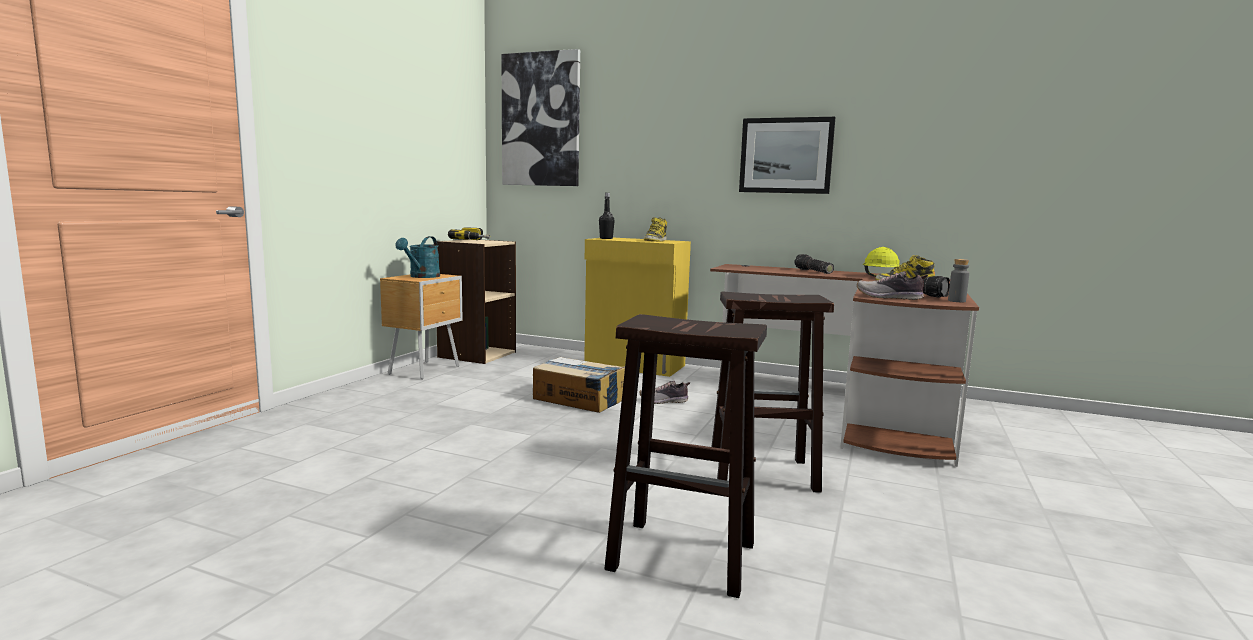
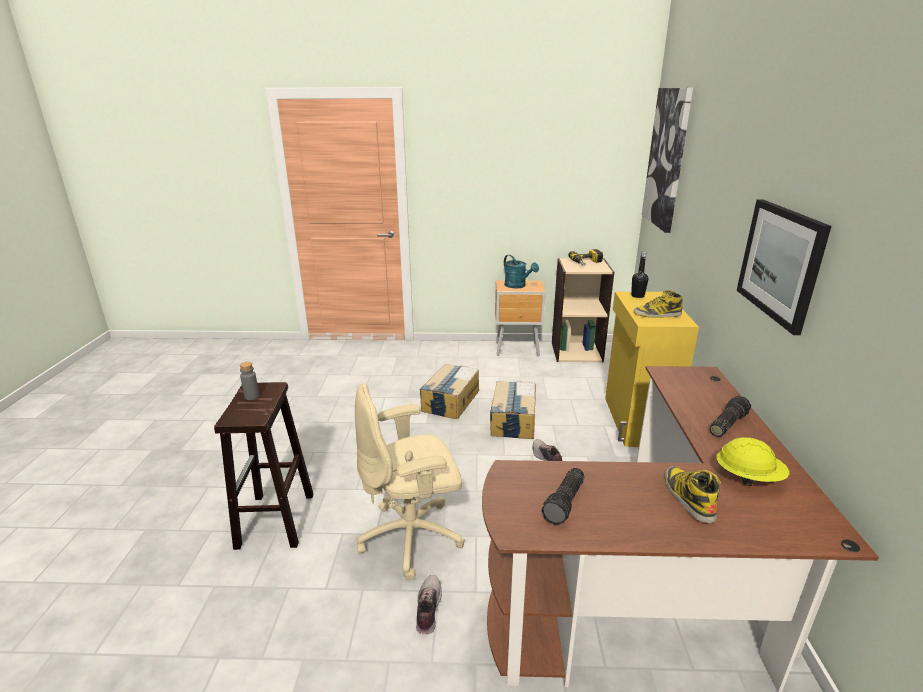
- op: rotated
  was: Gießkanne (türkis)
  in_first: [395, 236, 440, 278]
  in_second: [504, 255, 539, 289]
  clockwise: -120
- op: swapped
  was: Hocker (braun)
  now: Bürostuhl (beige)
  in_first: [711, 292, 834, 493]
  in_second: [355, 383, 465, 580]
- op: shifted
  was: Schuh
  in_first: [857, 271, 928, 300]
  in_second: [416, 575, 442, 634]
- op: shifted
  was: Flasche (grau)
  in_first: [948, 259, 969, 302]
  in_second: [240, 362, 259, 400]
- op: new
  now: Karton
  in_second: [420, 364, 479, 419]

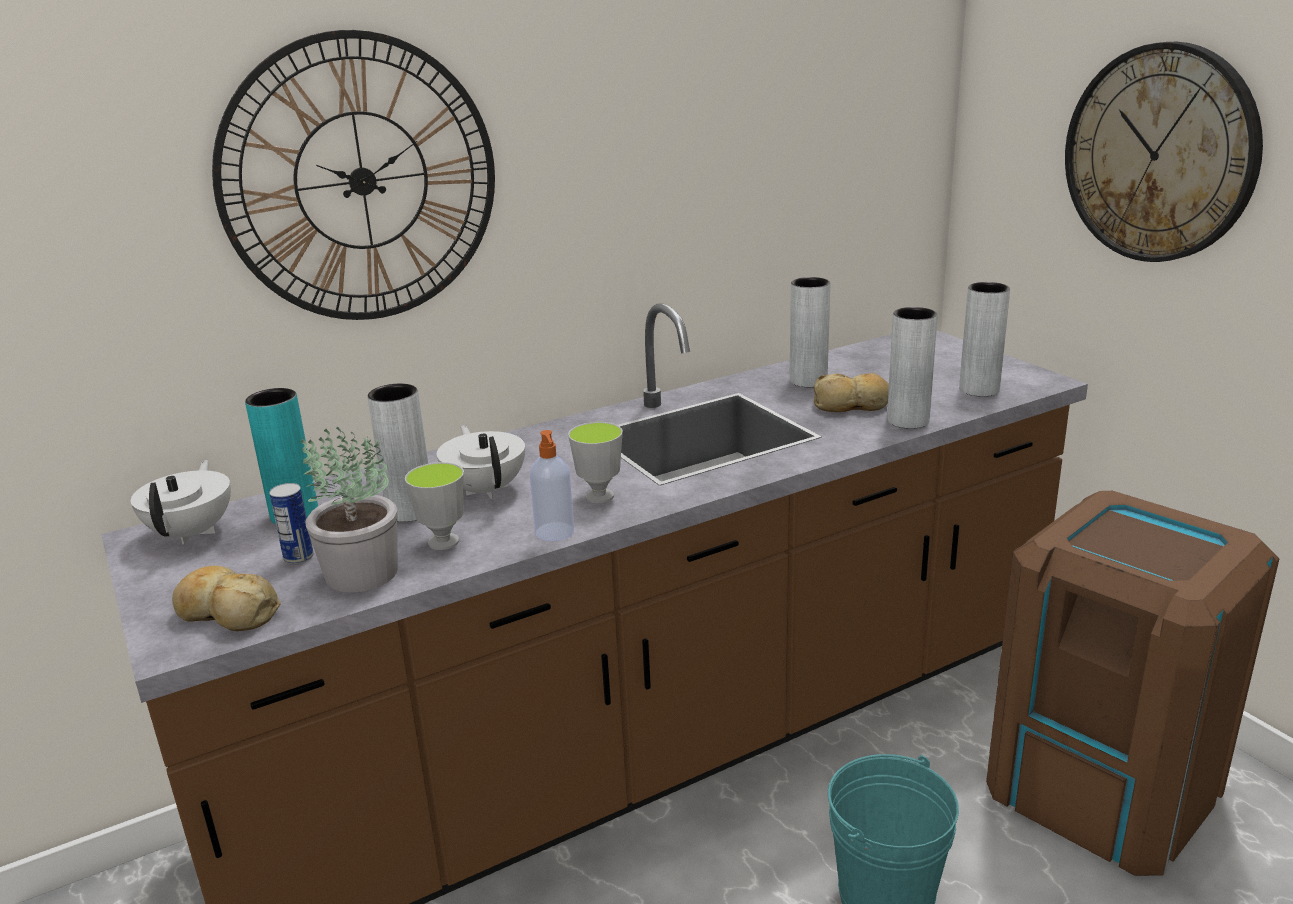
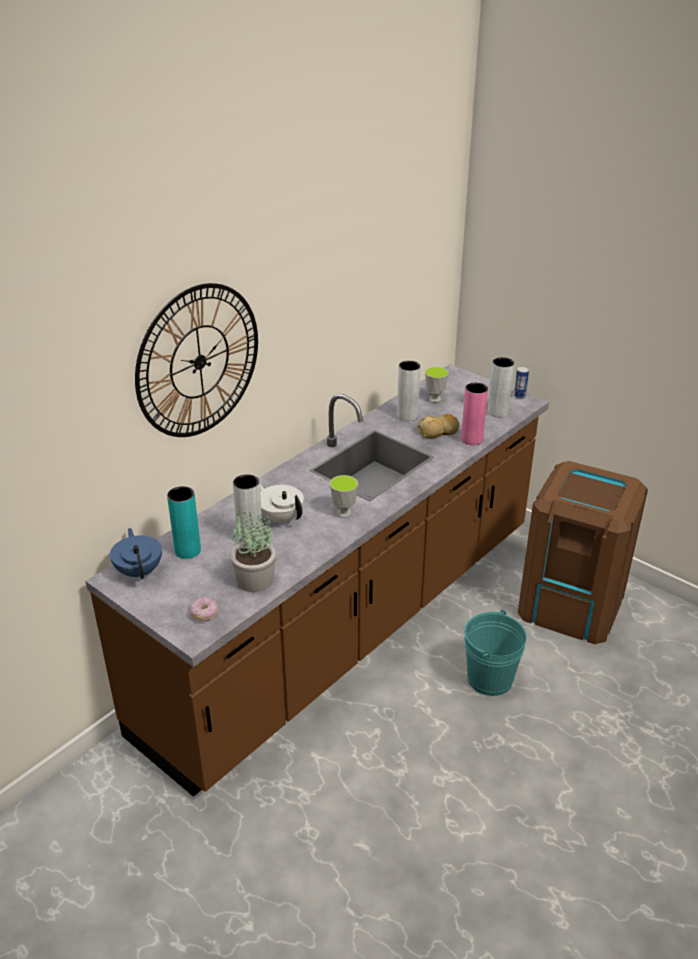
- op: repainted
  was: Teekanne (weiß)
  now: Teekanne (blau)
  in_first: [131, 460, 231, 544]
  in_second: [110, 528, 162, 579]
- op: swapped
  was: Brot
  now: Donut
  in_first: [172, 566, 281, 631]
  in_second: [190, 597, 218, 621]
- op: shifted
  was: Dose
  in_first: [269, 483, 314, 564]
  in_second: [514, 367, 529, 399]
- op: shifted
  was: Tasse
  in_first: [405, 462, 464, 550]
  in_second: [425, 367, 449, 403]
- op: gone
  was: Seifenspender
  in_first: [530, 430, 574, 541]
- op: repainted
  was: Vase (grau)
  now: Vase (rosa)
  in_first: [887, 307, 938, 429]
  in_second: [461, 383, 488, 445]
- op: gone
  was: Wanduhr
  in_first: [1065, 42, 1263, 262]

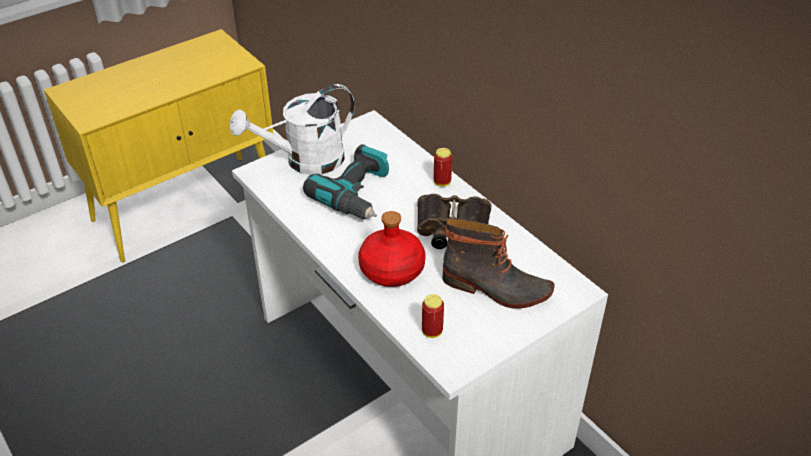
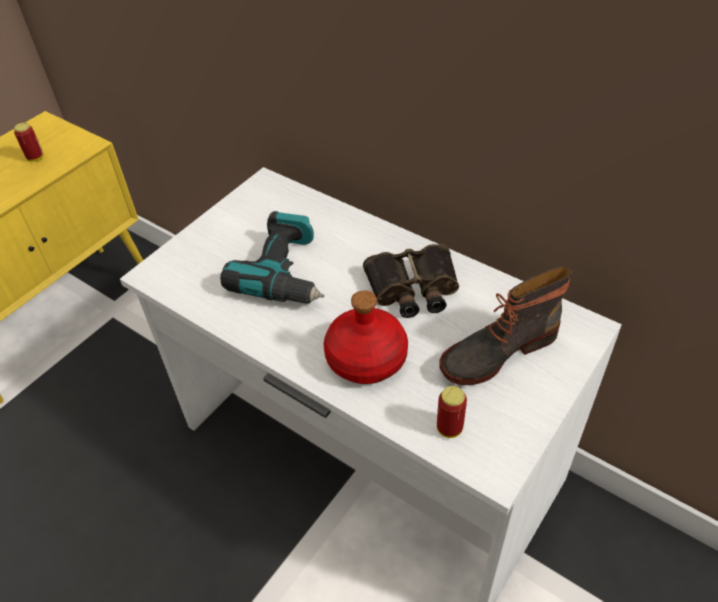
- op: gone
  was: Gießkanne (weiß)
  in_first: [230, 84, 355, 175]
- op: shifted
  was: Dose
  in_first: [434, 148, 452, 186]
  in_second: [14, 123, 44, 162]
- op: rotated
  was: Stiefel
  in_first: [442, 218, 555, 309]
  in_second: [439, 266, 572, 385]
  clockwise: 150

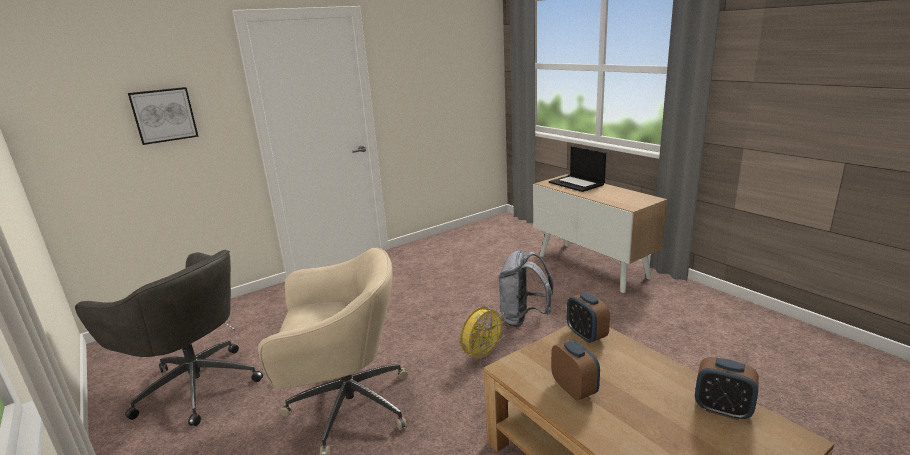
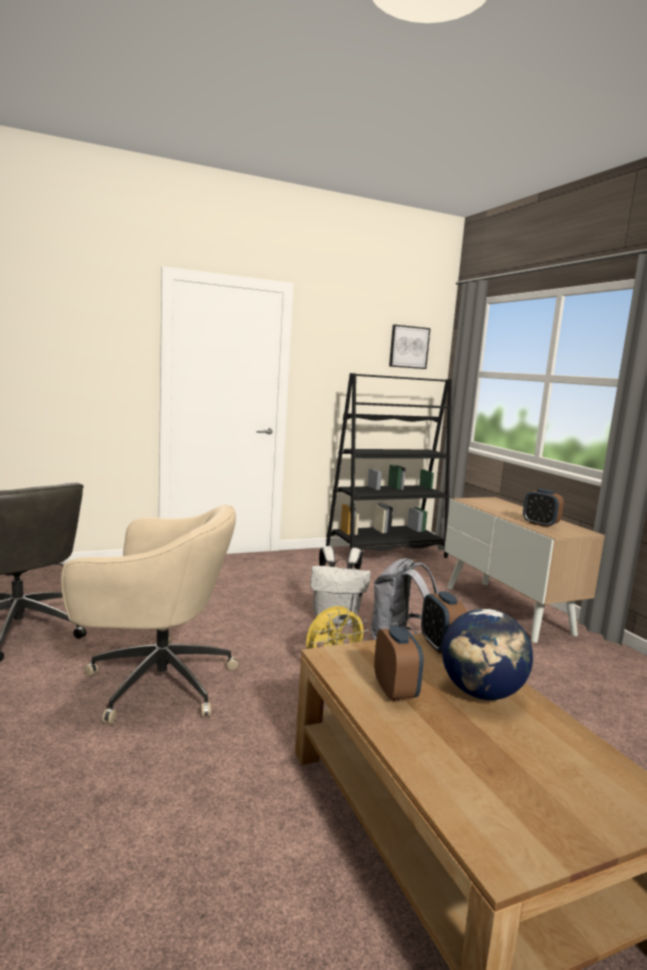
- op: shifted
  was: Bild
  in_first: [128, 87, 199, 145]
  in_second: [389, 325, 430, 369]
- op: gone
  was: Laptop
  in_first: [549, 146, 606, 192]
- op: shifted
  was: Wecker
  in_first: [695, 357, 759, 420]
  in_second: [523, 489, 564, 528]
- op: new
  now: Rucksack (weiß)
  in_second: [310, 546, 371, 625]
- op: new
  now: Bücherregal (schwarz)
  in_second: [326, 373, 452, 558]
- op: new
  now: Globus
  in_second: [442, 609, 533, 700]

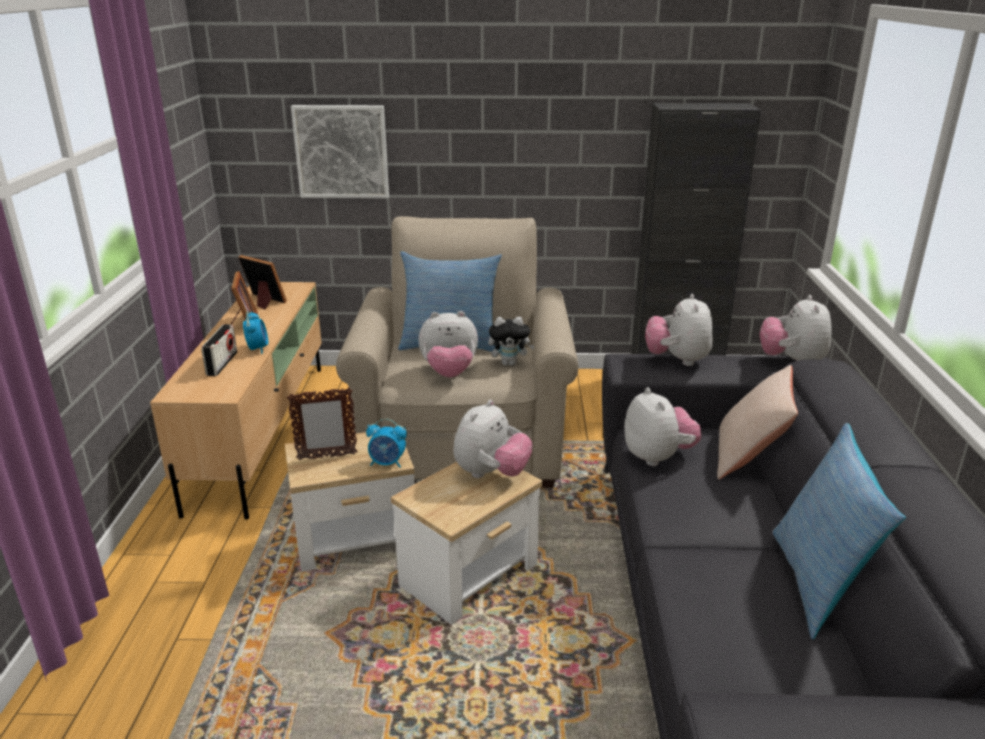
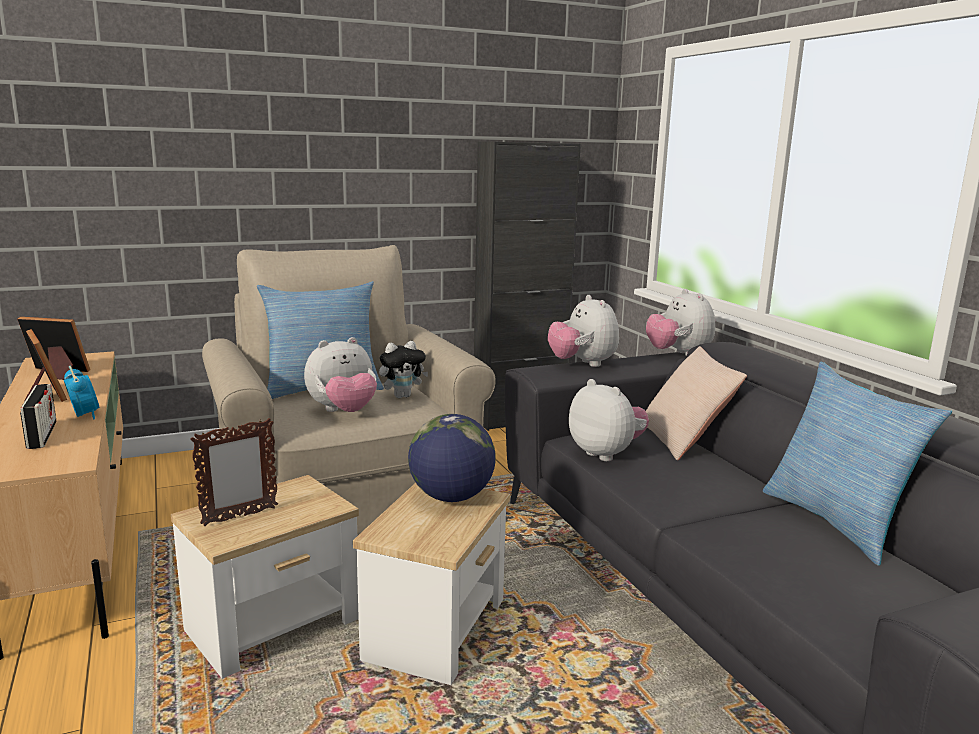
- op: gone
  was: Bild
  in_first: [291, 105, 389, 198]
- op: gone
  was: Wecker
  in_first: [366, 418, 407, 468]
- op: swapped
  was: Plüschtier
  now: Globus
  in_first: [453, 400, 533, 478]
  in_second: [408, 414, 495, 502]

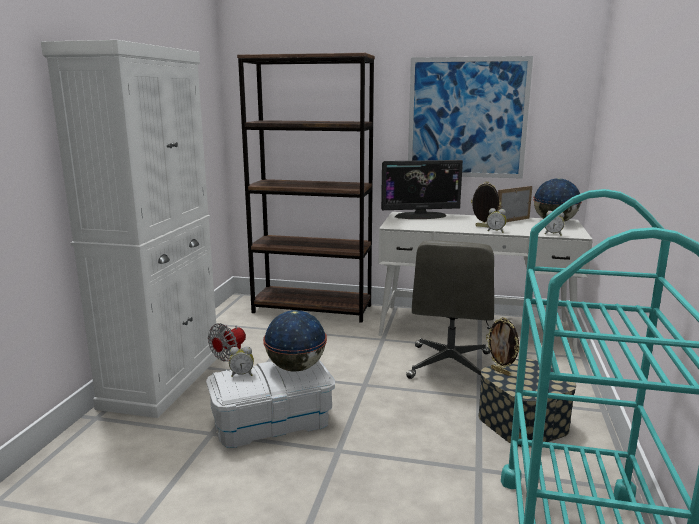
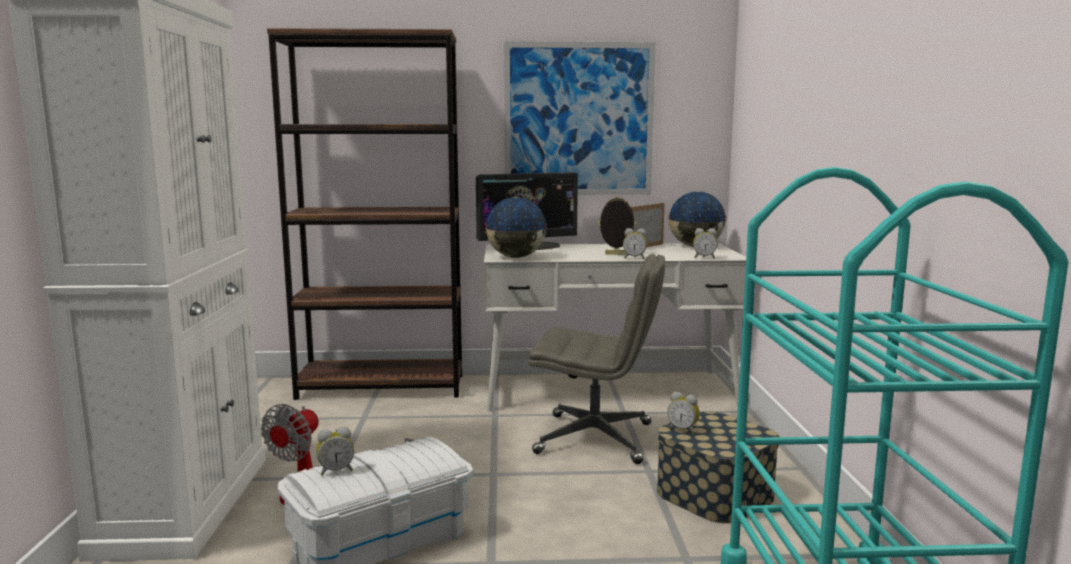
- op: shifted
  was: Globus
  in_first: [263, 310, 327, 372]
  in_second: [485, 197, 548, 258]
- op: rotated
  was: Bürostuhl (grau)
  in_first: [406, 241, 494, 379]
  in_second: [528, 254, 665, 464]
  clockwise: -75
- op: swapped
  was: Bilderrahmen
  now: Wecker
  in_first: [486, 317, 520, 376]
  in_second: [667, 392, 700, 434]

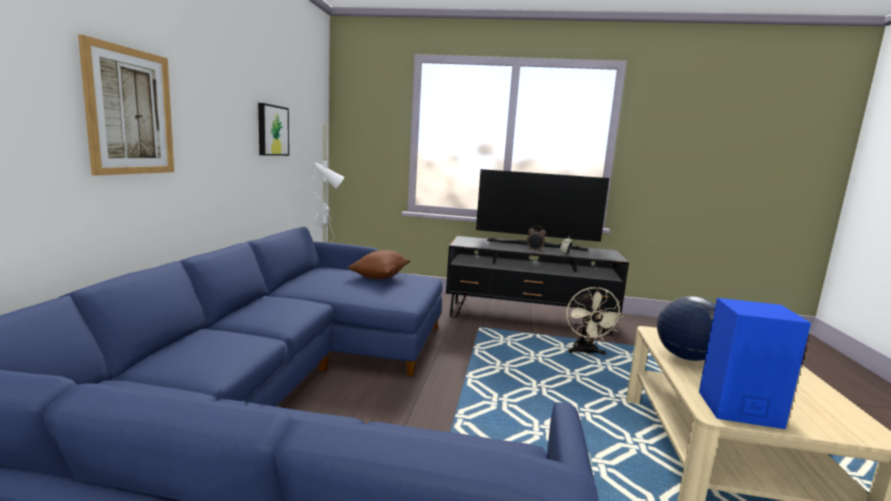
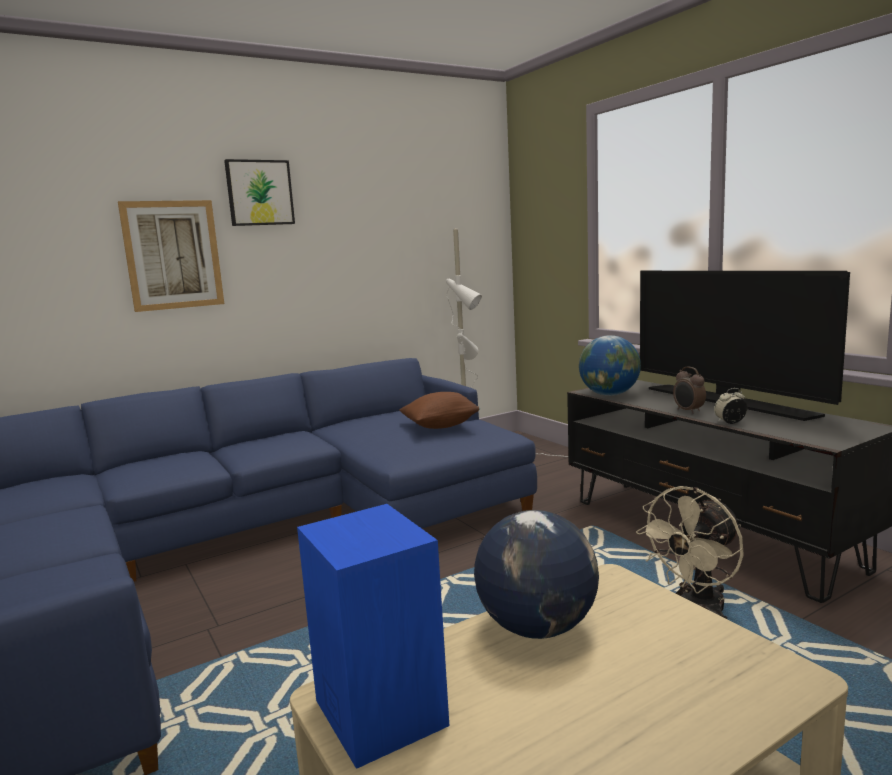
- op: shifted
  was: Bild
  in_first: [258, 103, 289, 156]
  in_second: [224, 159, 295, 226]
- op: new
  now: Globus
  in_second: [579, 335, 641, 396]

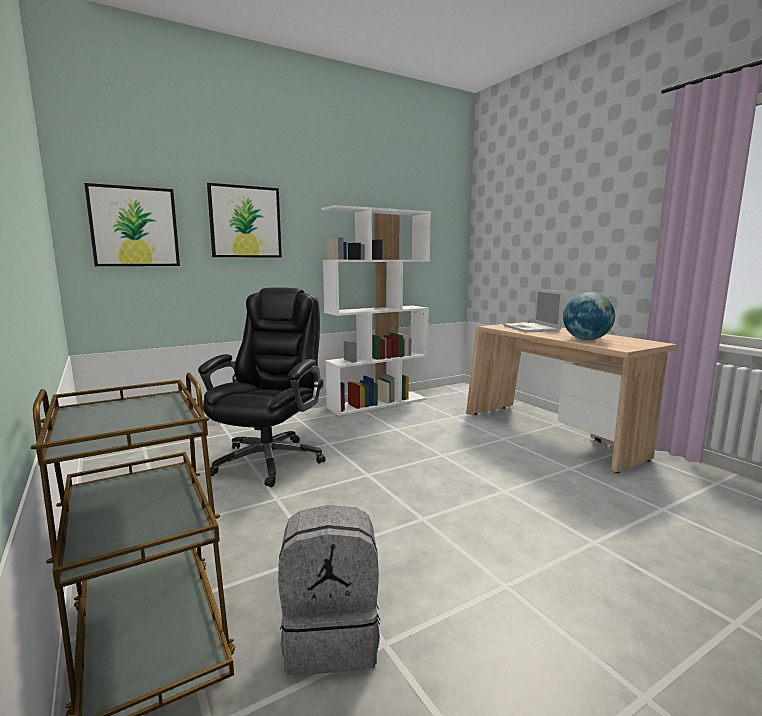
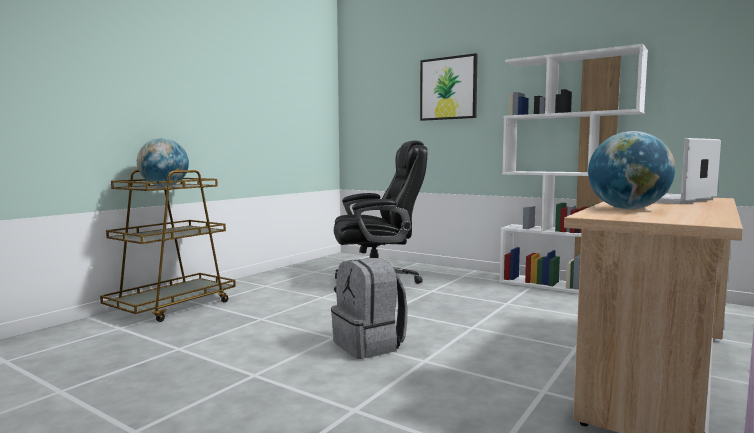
- op: gone
  was: Bild
  in_first: [84, 183, 180, 266]
- op: shifted
  was: Rucksack (grau)
  in_first: [278, 505, 380, 675]
  in_second: [331, 258, 408, 359]
- op: new
  now: Globus
  in_second: [137, 138, 189, 186]

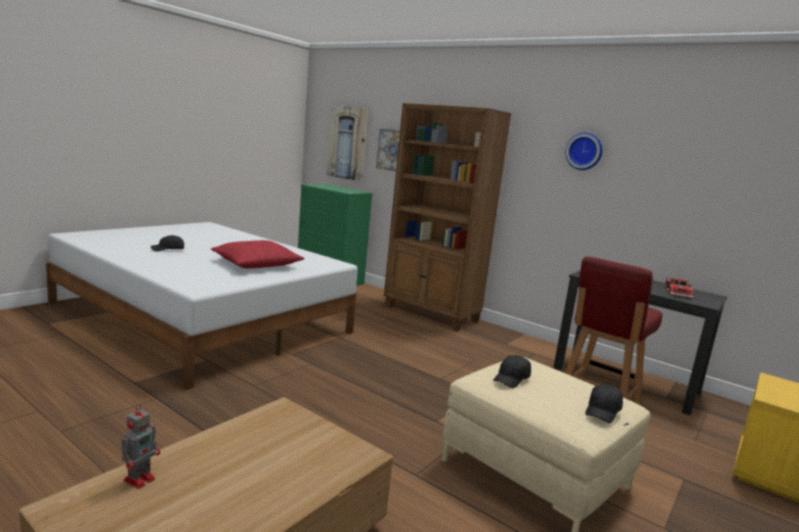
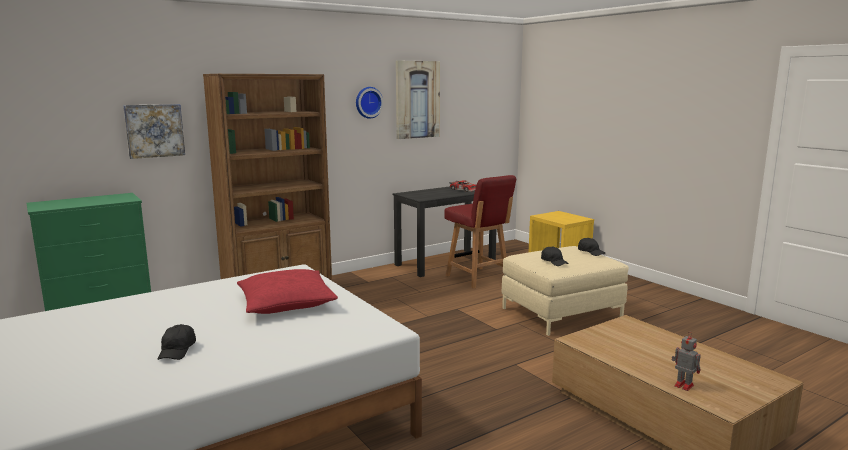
- op: shifted
  was: Bild
  in_first: [326, 106, 368, 181]
  in_second: [396, 60, 440, 139]

